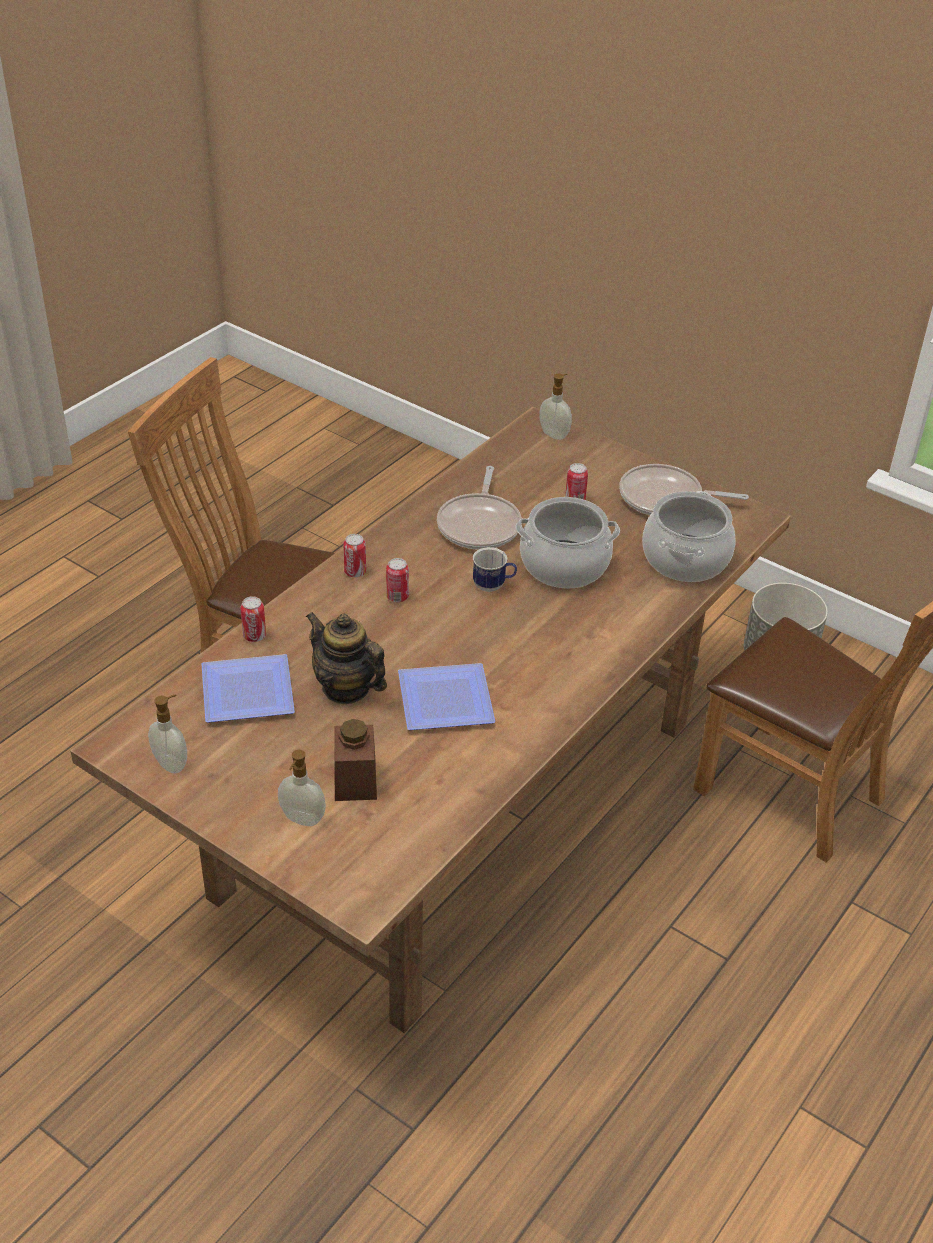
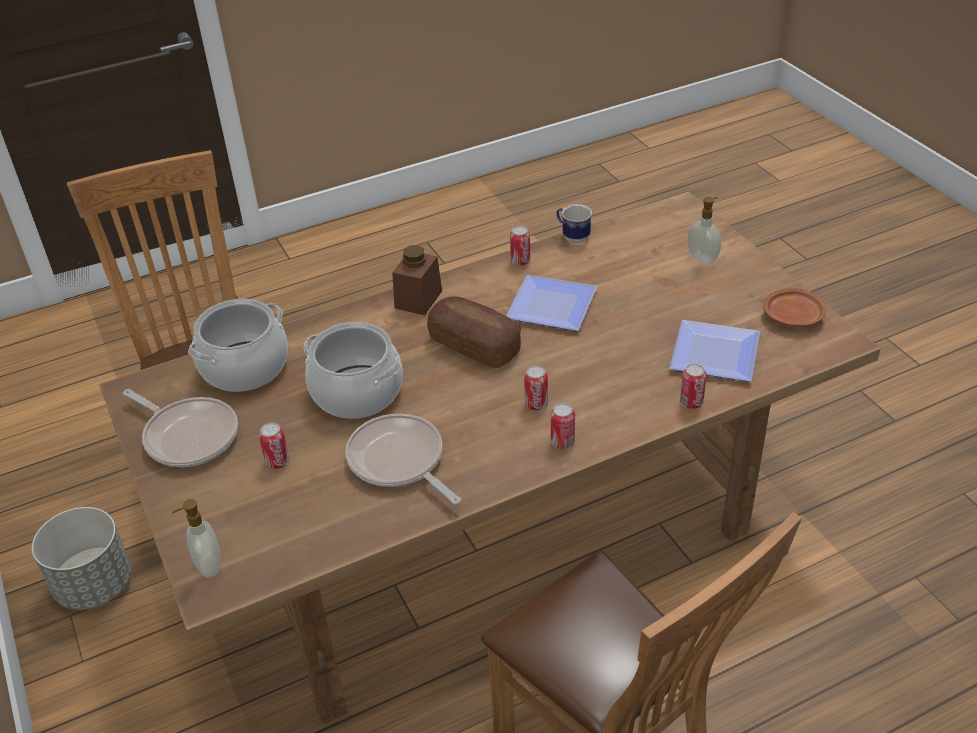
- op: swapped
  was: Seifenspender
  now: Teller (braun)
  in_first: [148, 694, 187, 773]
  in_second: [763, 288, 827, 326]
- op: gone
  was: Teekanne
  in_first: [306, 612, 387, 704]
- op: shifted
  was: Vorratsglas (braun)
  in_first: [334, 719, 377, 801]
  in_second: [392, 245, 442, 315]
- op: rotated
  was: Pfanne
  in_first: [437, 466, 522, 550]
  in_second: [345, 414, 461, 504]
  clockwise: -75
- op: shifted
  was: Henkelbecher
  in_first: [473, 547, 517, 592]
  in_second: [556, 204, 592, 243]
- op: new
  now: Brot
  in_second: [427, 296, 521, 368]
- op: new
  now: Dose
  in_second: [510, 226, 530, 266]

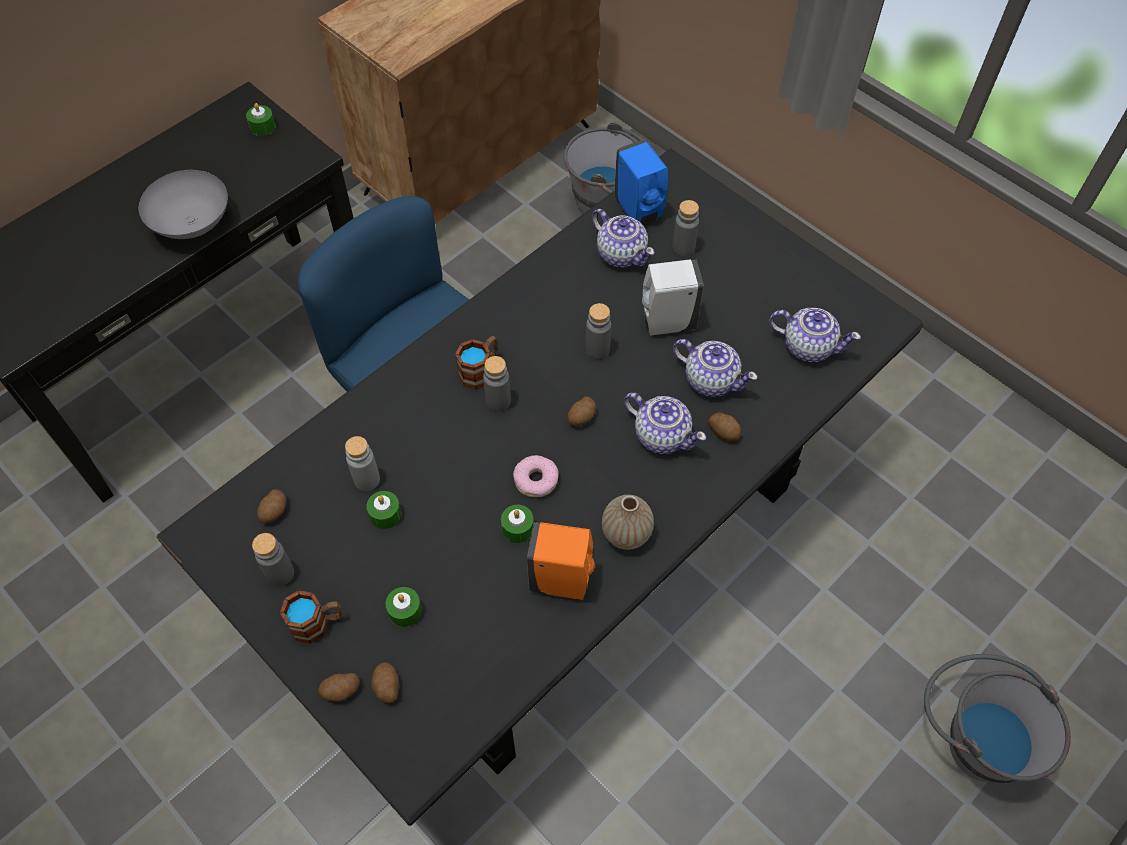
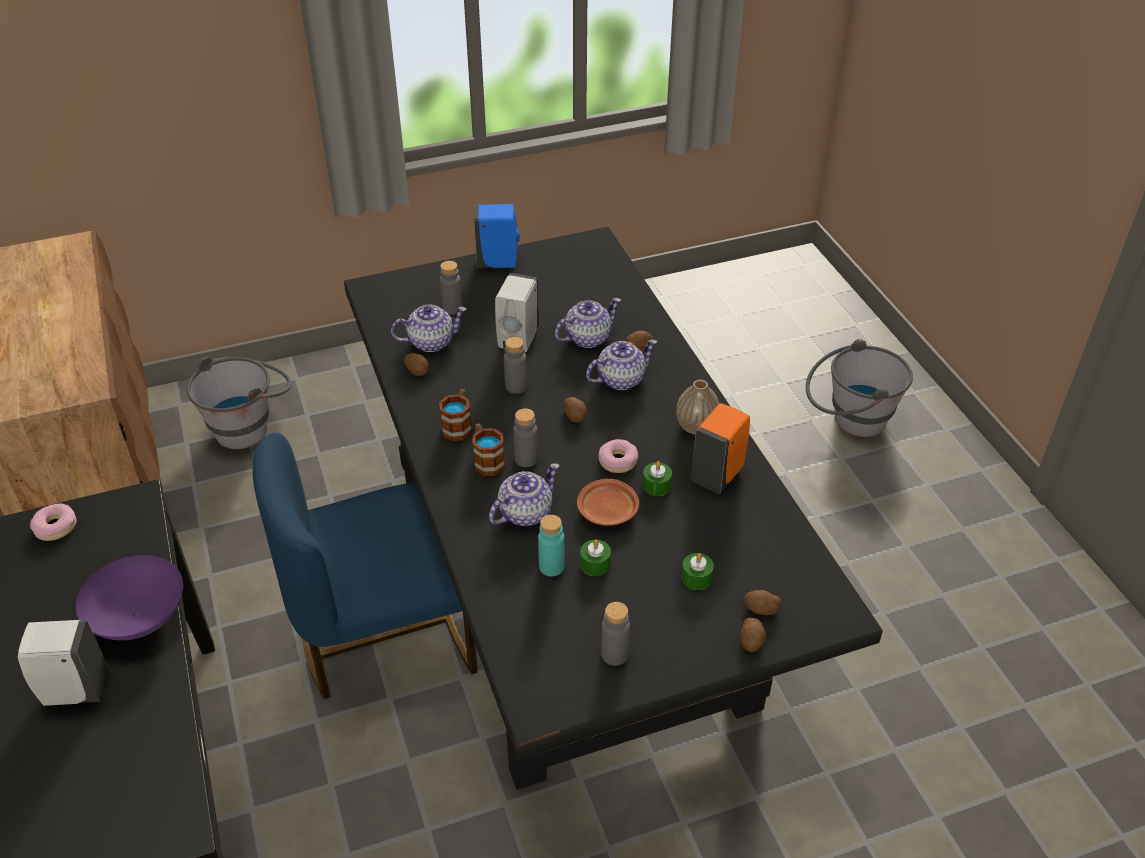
- op: repainted
  was: Schüssel (grau)
  now: Schüssel (lila)
  in_first: [139, 170, 228, 239]
  in_second: [76, 555, 183, 640]
- op: swapped
  was: Kerze (grün)
  now: Donut
  in_first: [246, 103, 276, 136]
  in_second: [30, 503, 77, 541]
- op: shifted
  was: Kartoffel
  in_first: [257, 489, 287, 523]
  in_second: [404, 353, 429, 376]
- op: shifted
  was: Henkelbecher
  in_first: [280, 590, 343, 644]
  in_second: [439, 389, 472, 441]
- op: repainted
  was: Flasche (grau)
  now: Flasche (türkis)
  in_first: [345, 436, 380, 491]
  in_second: [538, 515, 565, 576]
- op: shifted
  was: Seifenspender (blau)
  in_first: [614, 139, 668, 226]
  in_second: [474, 204, 520, 268]
- op: shifted
  was: Teekanne
  in_first: [769, 308, 861, 362]
  in_second: [489, 463, 559, 526]
- op: new
  now: Seifenspender (weiß)
  in_second: [18, 620, 109, 706]
- op: new
  now: Teller (braun)
  in_second: [577, 479, 639, 526]

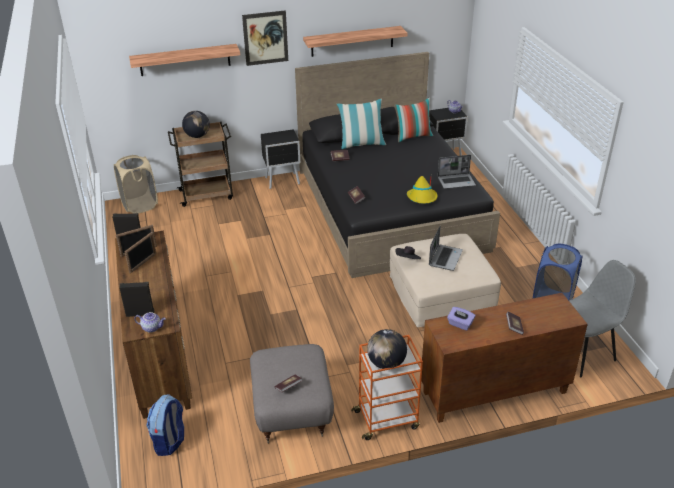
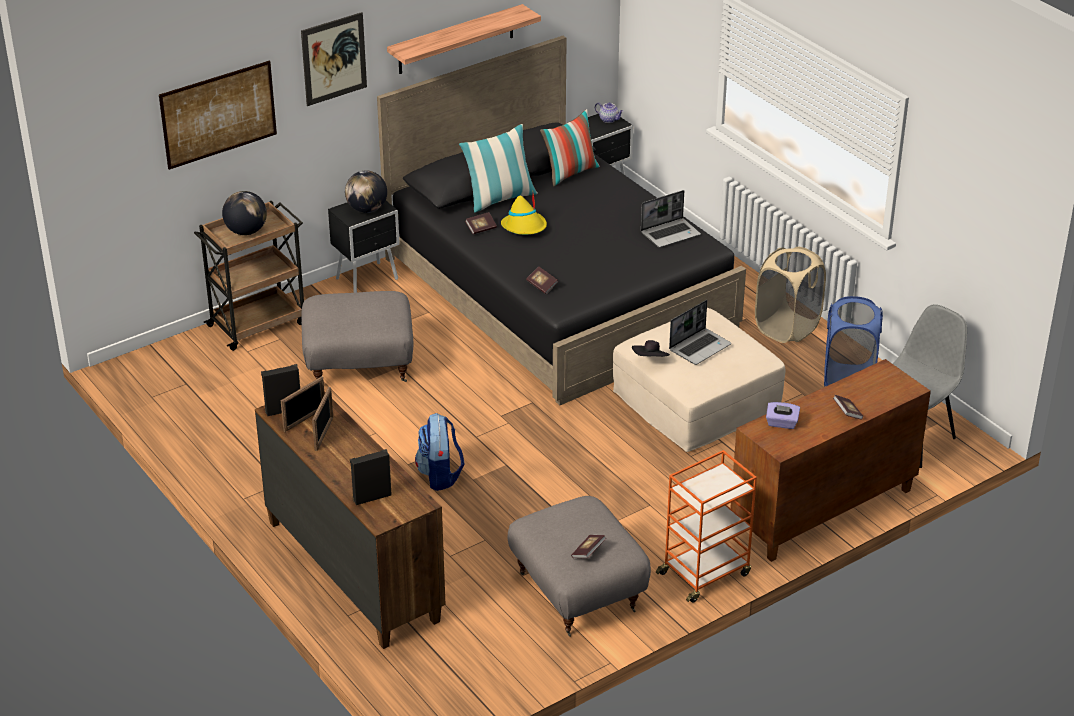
- op: shifted
  was: Wäschekorb (beige)
  in_first: [114, 155, 158, 214]
  in_second: [755, 247, 826, 343]
- op: swapped
  was: Wandregal
  now: Bild
  in_first: [129, 44, 240, 76]
  in_second: [159, 61, 277, 170]
- op: gone
  was: Teekanne
  in_first: [134, 312, 166, 333]
- op: shifted
  was: Rucksack
  in_first: [146, 395, 184, 456]
  in_second: [415, 413, 464, 491]
- op: shifted
  was: Globus
  in_first: [367, 329, 407, 369]
  in_second: [345, 171, 387, 213]
- op: shifted
  was: Hut (gelb)
  in_first: [407, 176, 437, 203]
  in_second: [501, 194, 547, 235]
- op: rotated
  was: Laptop
  in_first: [429, 225, 463, 271]
  in_second: [669, 300, 731, 365]
  clockwise: 45
- op: new
  now: Polsterhocker (grau)
  in_second: [302, 291, 413, 382]

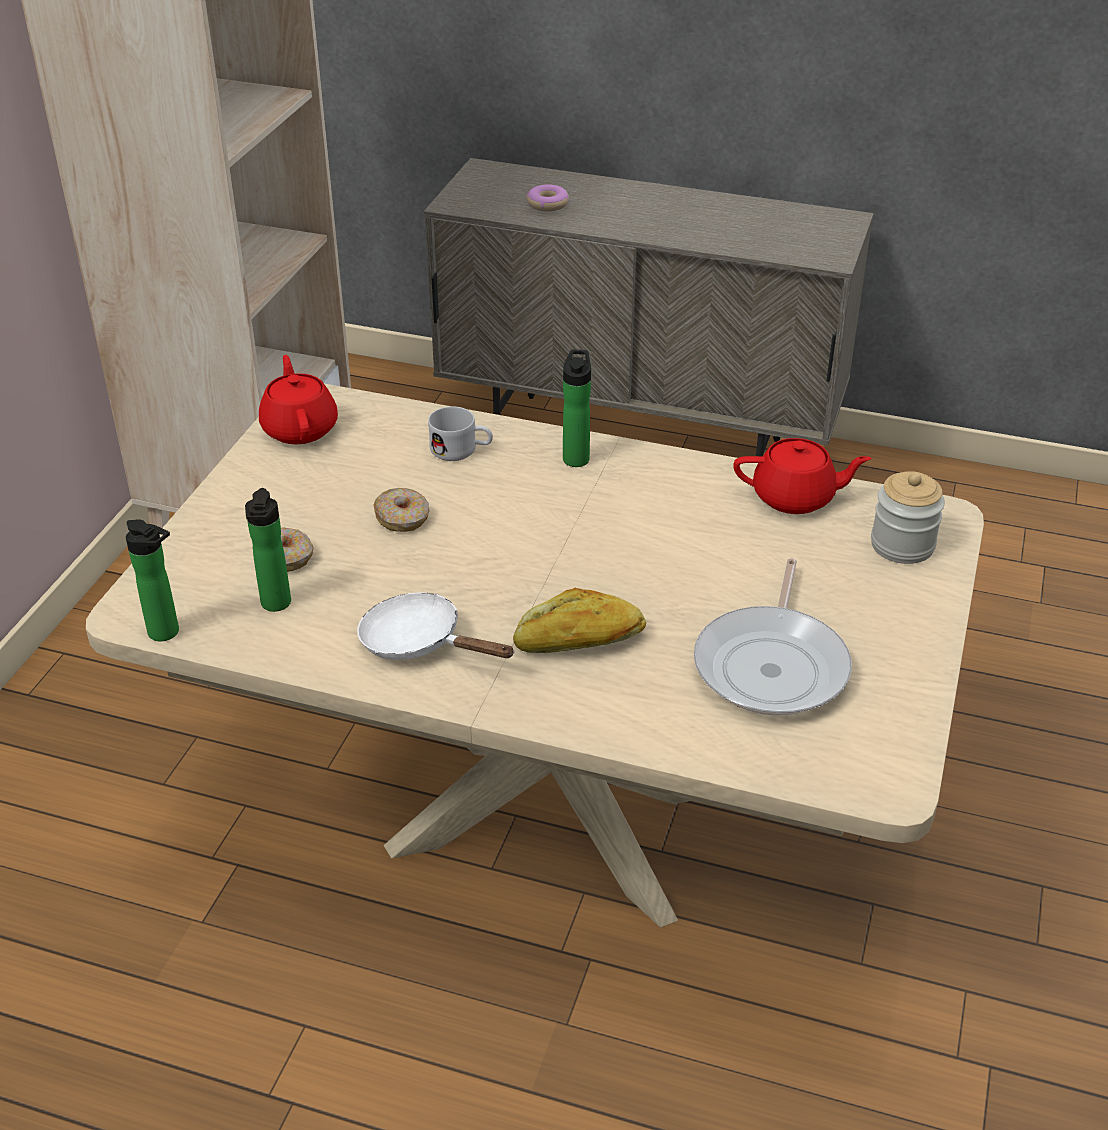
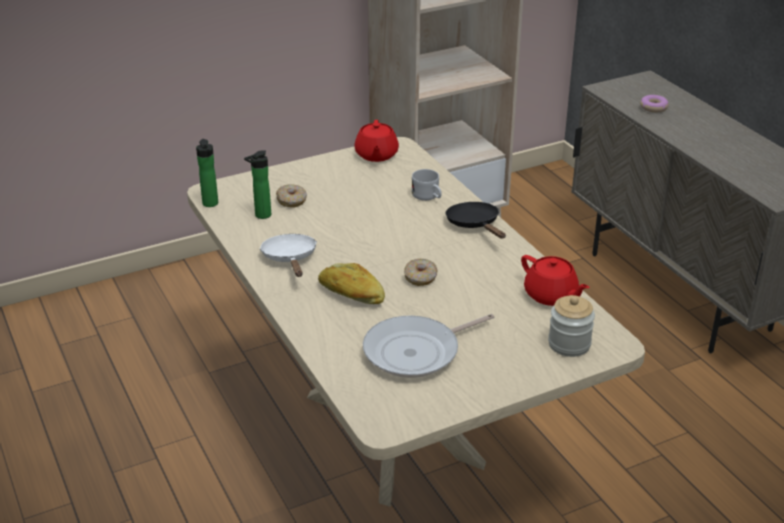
- op: rotated
  was: Teekanne (rot)
  in_first: [259, 355, 338, 444]
  in_second: [354, 120, 399, 162]
  clockwise: 150
- op: shifted
  was: Donut
  in_first: [374, 488, 430, 532]
  in_second: [404, 259, 437, 286]
- op: swapped
  was: Flasche
  now: Pfanne (schwarz)
  in_first: [563, 350, 591, 467]
  in_second: [446, 202, 506, 239]

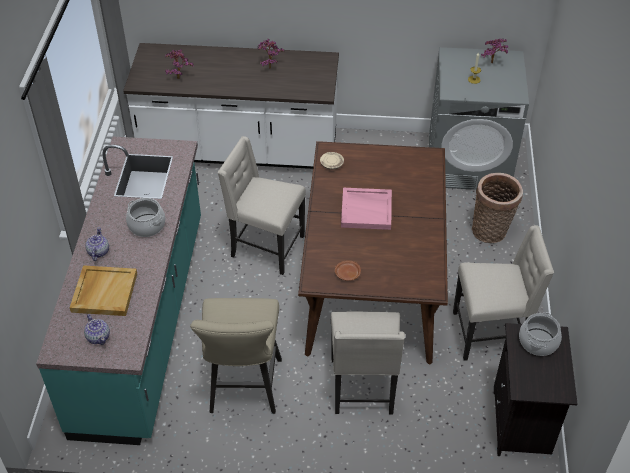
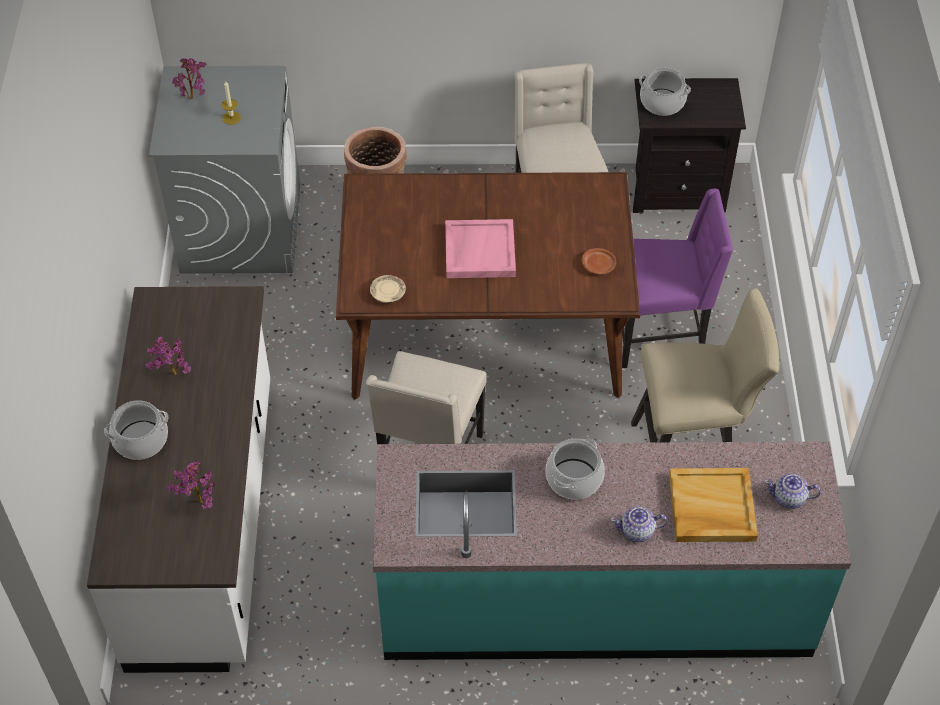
- op: rotated
  was: Teekanne
  in_first: [84, 314, 110, 345]
  in_second: [764, 474, 821, 509]
  clockwise: -135
- op: repainted
  was: Stuhl (beige)
  now: Stuhl (lila)
  in_first: [331, 312, 405, 414]
  in_second: [622, 188, 733, 368]
- op: new
  now: Kochtopf
  in_second: [104, 400, 168, 460]

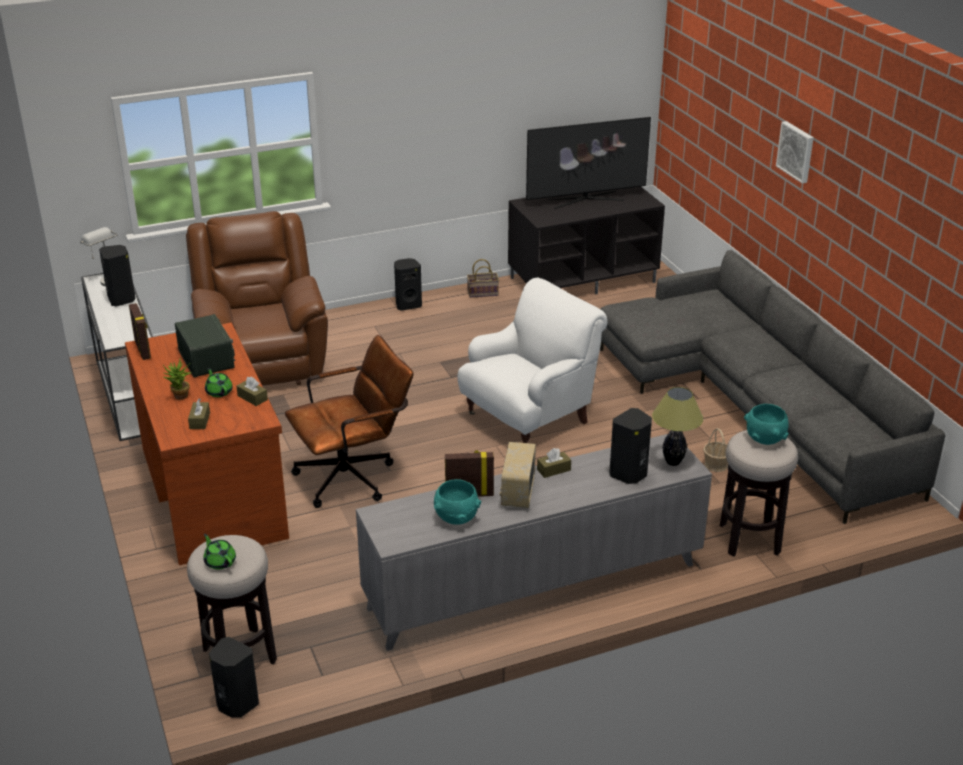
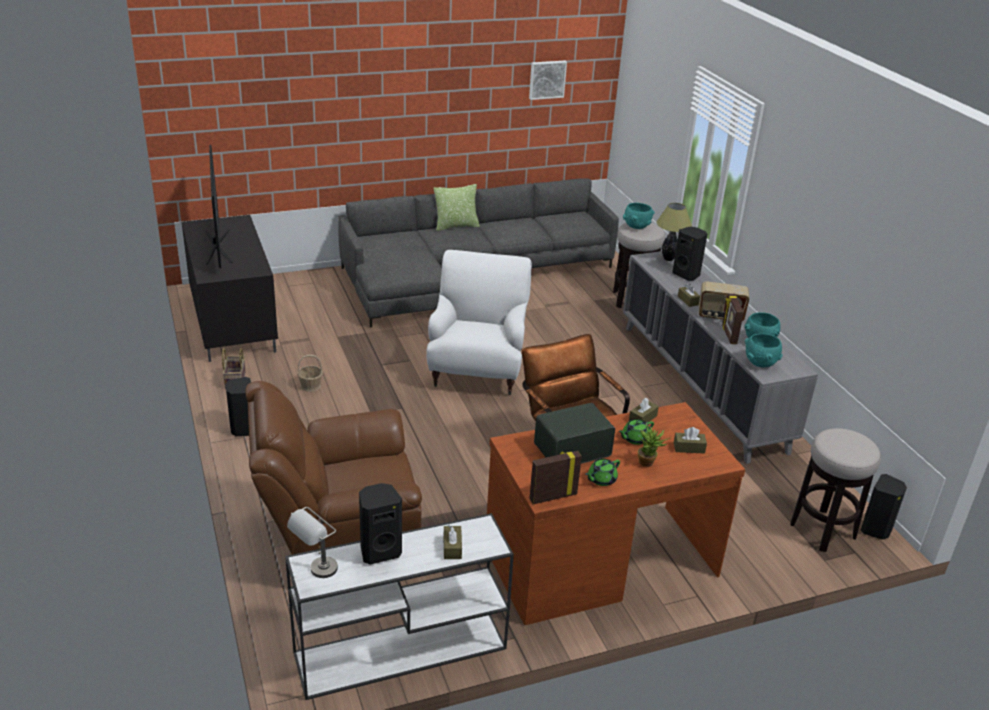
- op: shifted
  was: Teekanne (grün)
  in_first: [203, 534, 236, 570]
  in_second: [585, 459, 620, 486]
- op: rotated
  was: Sessel (weiß)
  in_first: [458, 278, 608, 443]
  in_second: [426, 250, 532, 395]
  clockwise: 45
- op: shifted
  was: Korb
  in_first: [703, 428, 728, 472]
  in_second: [297, 355, 323, 392]
- op: shifted
  was: Bild
  in_first: [776, 121, 814, 184]
  in_second: [529, 61, 567, 100]
- op: new
  now: Kissen
  in_second: [434, 184, 480, 231]
- op: new
  now: Taschentuchbox (braun)
  in_second: [443, 525, 462, 559]
- op: new
  now: Schüssel (türkis)
  in_second: [745, 334, 783, 368]

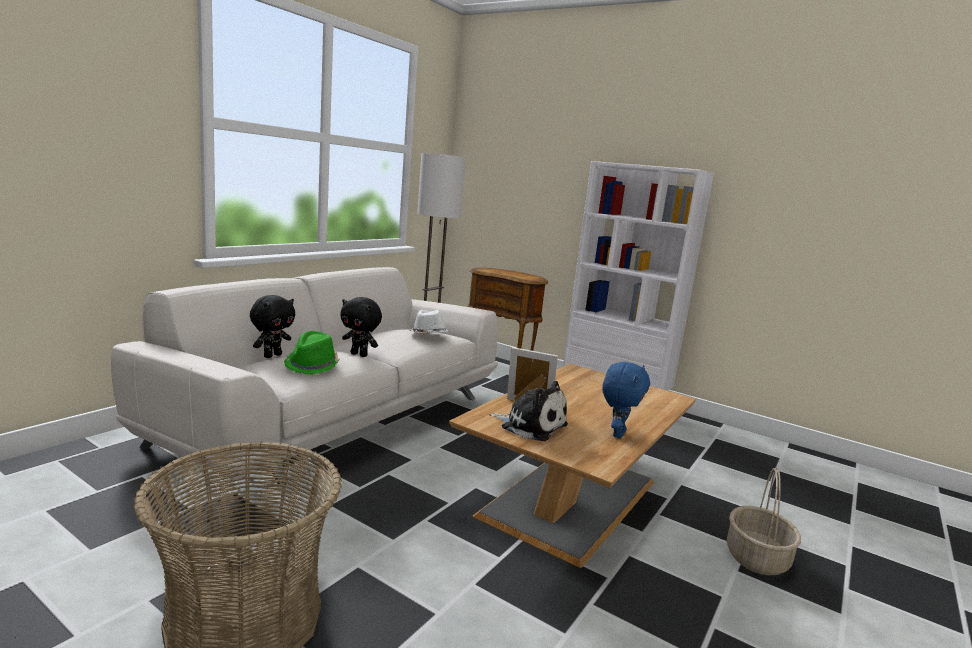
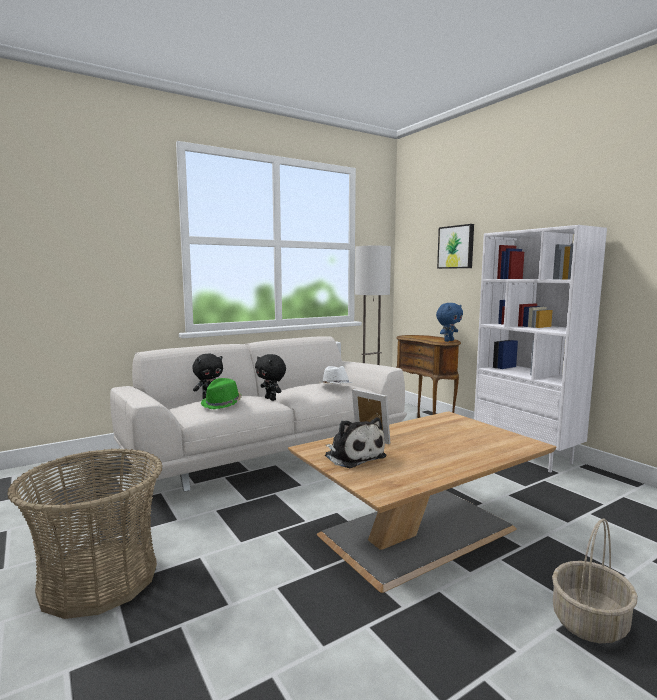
- op: shifted
  was: Plüschtier (blau)
  in_first: [602, 362, 650, 438]
  in_second: [436, 303, 463, 342]
- op: new
  now: Bild
  in_second: [437, 224, 474, 269]

